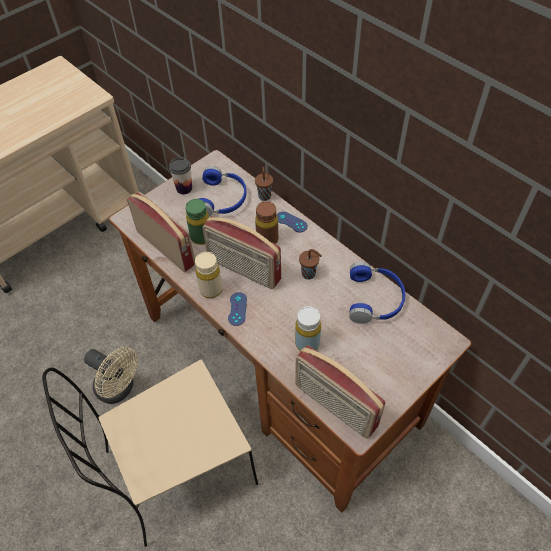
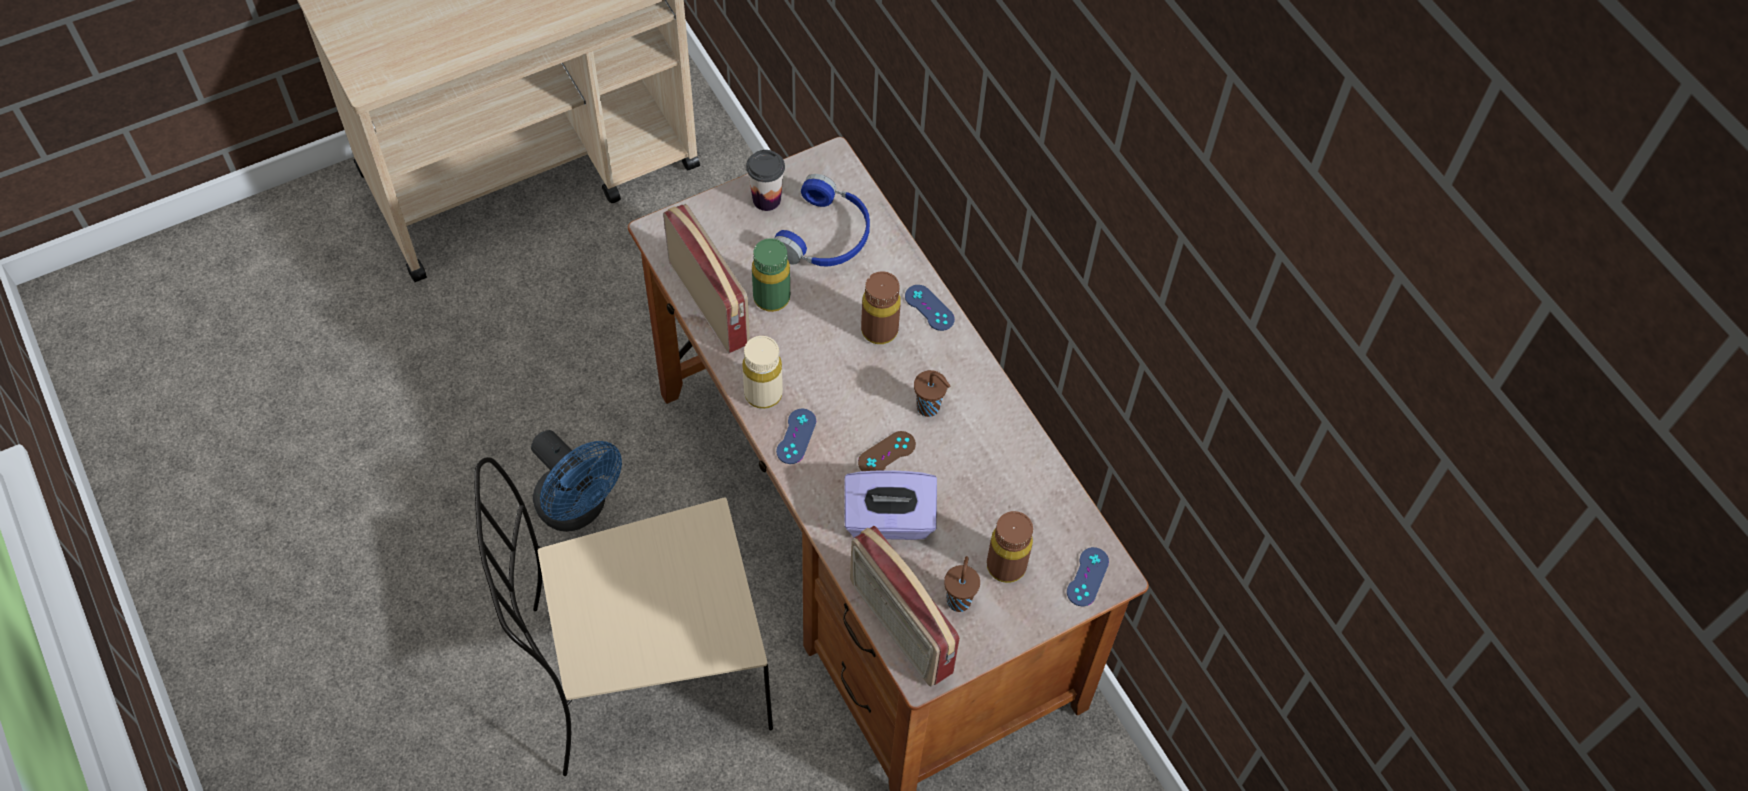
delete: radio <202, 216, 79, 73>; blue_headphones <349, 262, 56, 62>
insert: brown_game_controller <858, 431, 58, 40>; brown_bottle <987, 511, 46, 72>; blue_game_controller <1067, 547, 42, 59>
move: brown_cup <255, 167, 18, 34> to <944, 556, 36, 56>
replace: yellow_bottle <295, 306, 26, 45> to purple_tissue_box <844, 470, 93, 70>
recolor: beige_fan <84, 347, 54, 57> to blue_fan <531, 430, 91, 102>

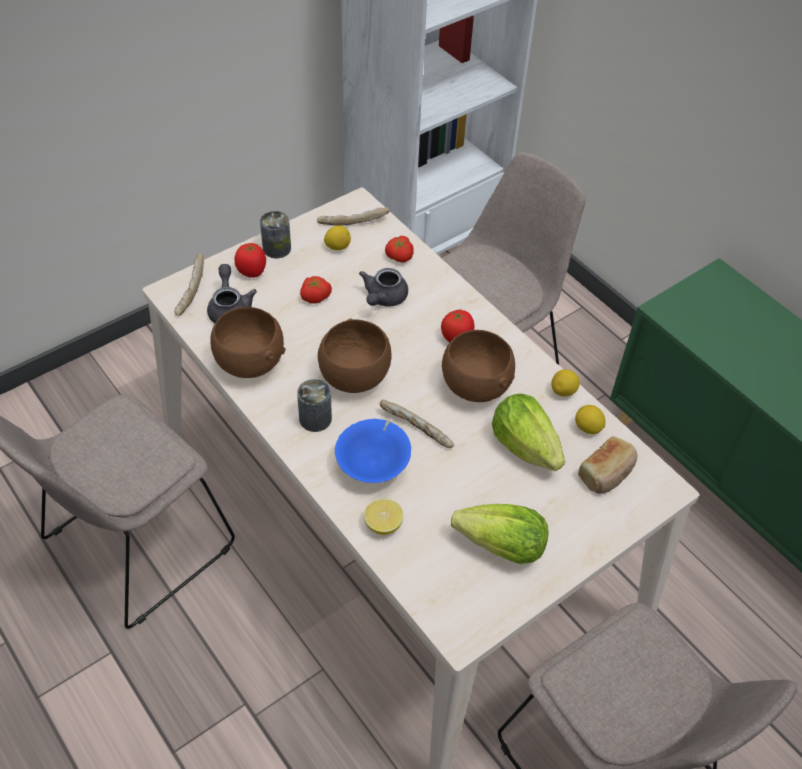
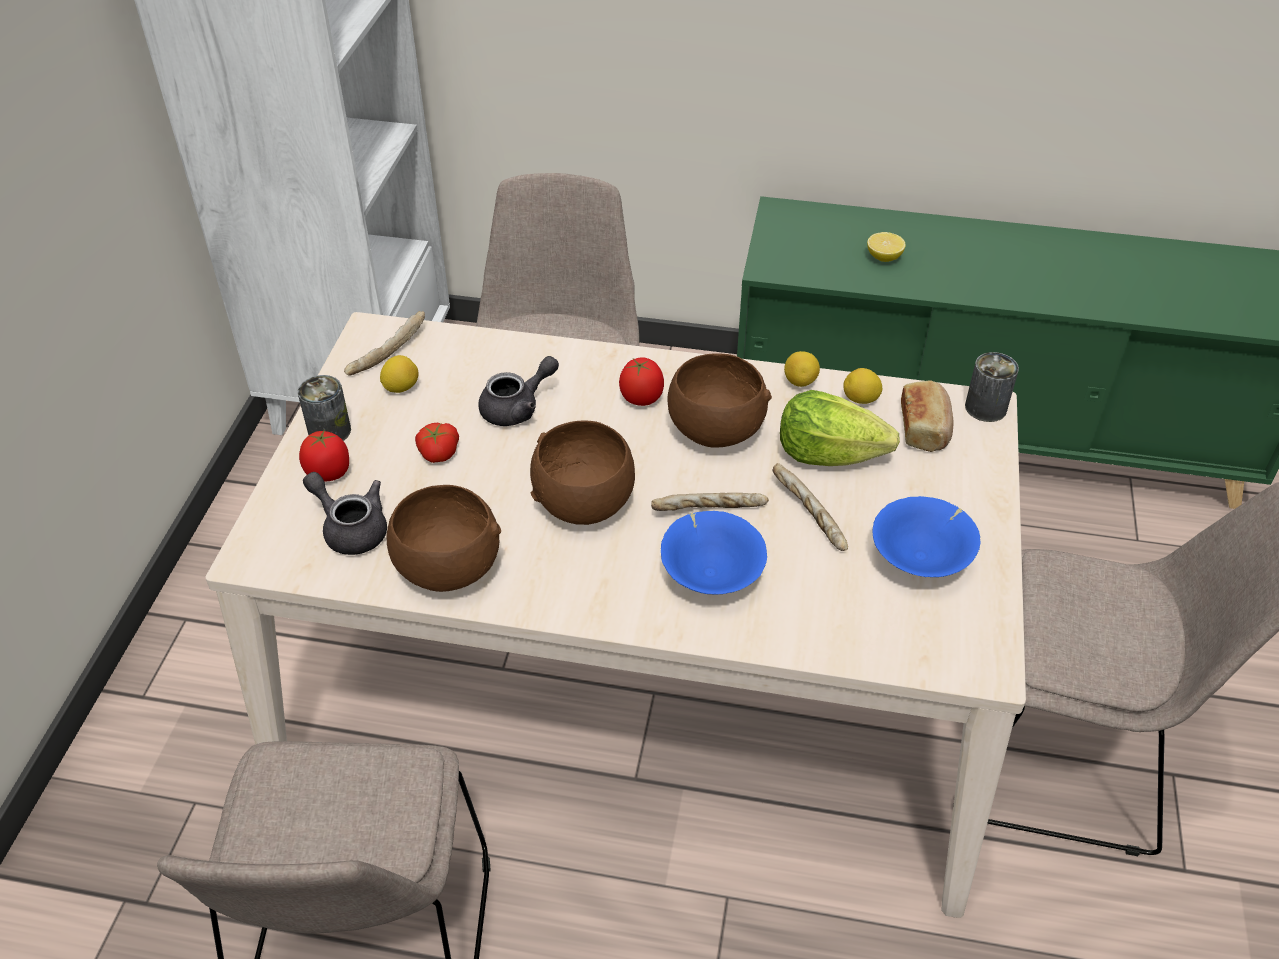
delete: tomato <385, 236, 29, 26>
move: bread <174, 253, 30, 63> to <773, 463, 75, 88>; can <297, 379, 35, 53> to <965, 352, 54, 70>; lemon <364, 499, 39, 36> to <867, 232, 39, 30>
replace: lettuce <451, 504, 98, 60> to blue_bowl <872, 496, 109, 81>
rotate: grey_teapot <359, 268, 49, 39> = <478, 356, 81, 70> 105 degrees counterclockwise

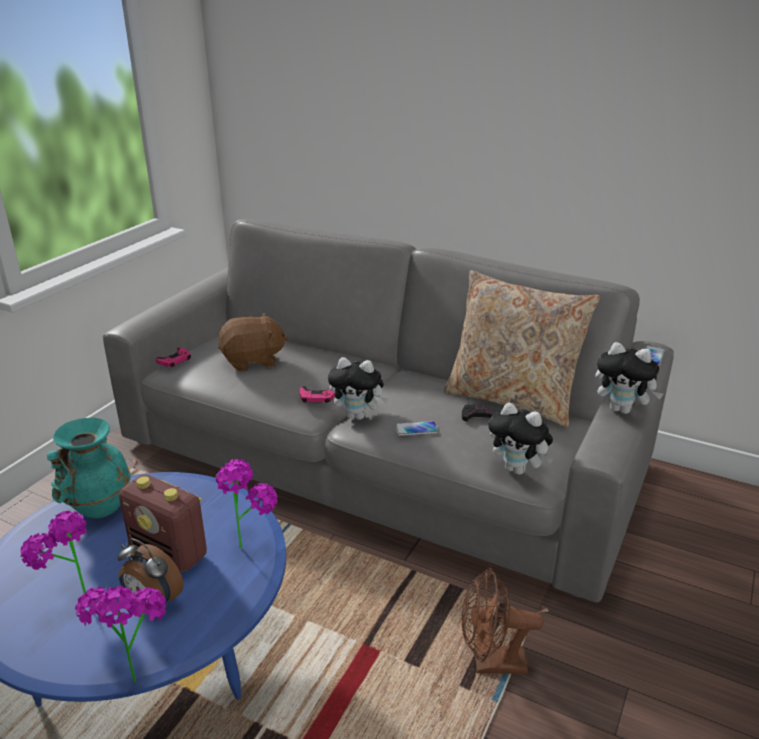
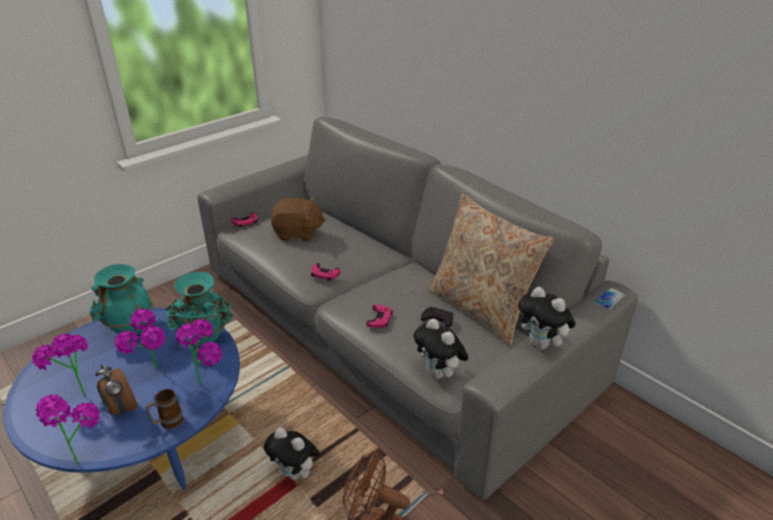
insert: turquoise_vase <166, 272, 68, 73>; mug <146, 389, 37, 40>
move: plush_toy <328, 357, 61, 63> to <264, 428, 56, 52>
replace: phone <395, 421, 43, 14> to pink_game_controller <366, 305, 27, 23>; radio <119, 474, 88, 98> to potted_plant <115, 308, 50, 61>

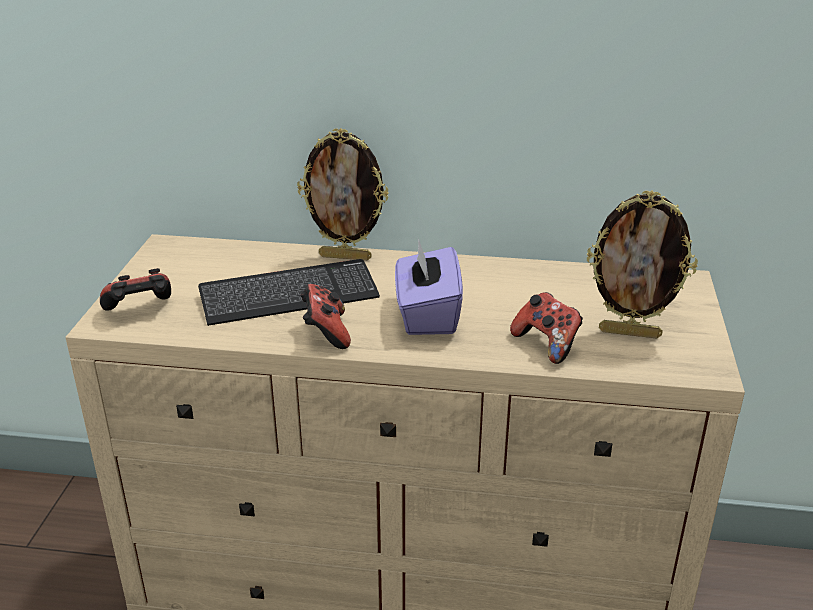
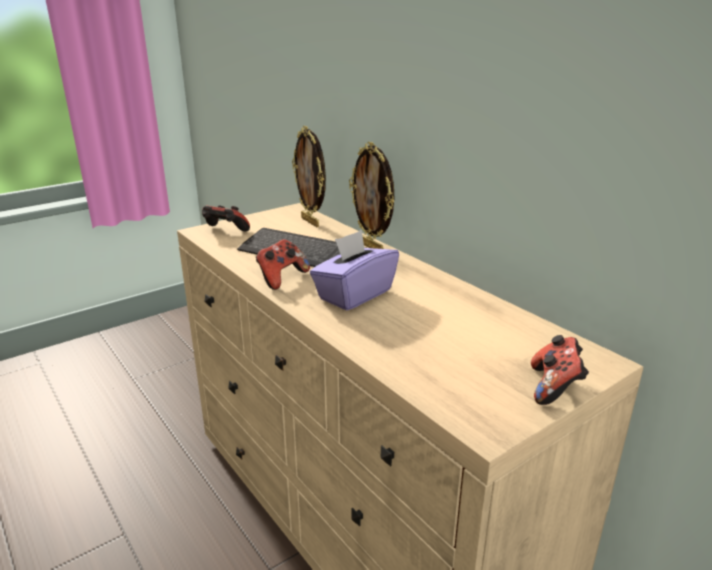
move: picture_frame <587, 190, 111, 149> to <292, 126, 34, 101>; game_controller <510, 292, 73, 72> to <531, 335, 58, 70>

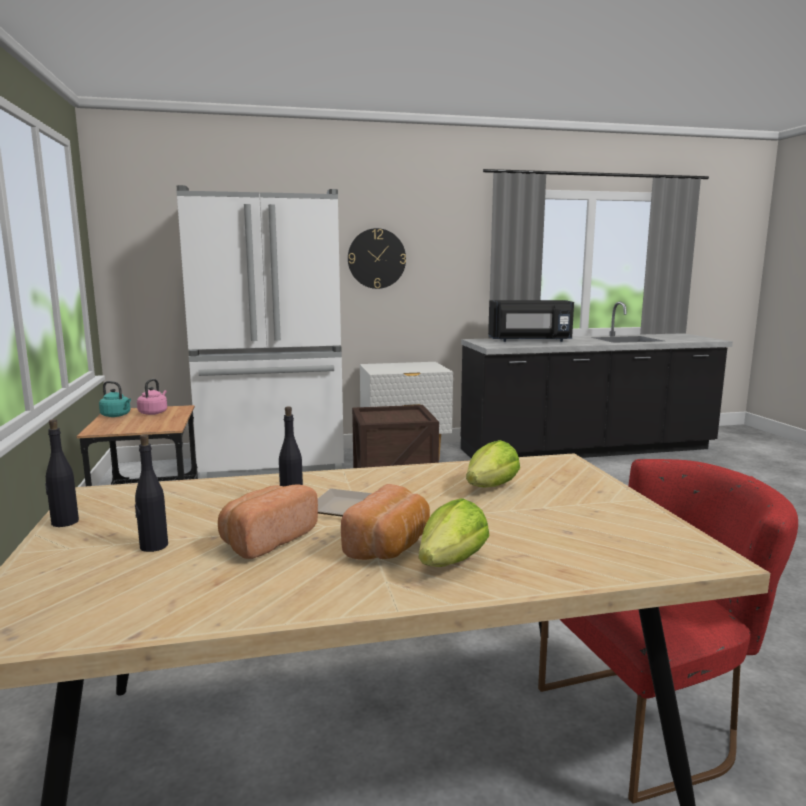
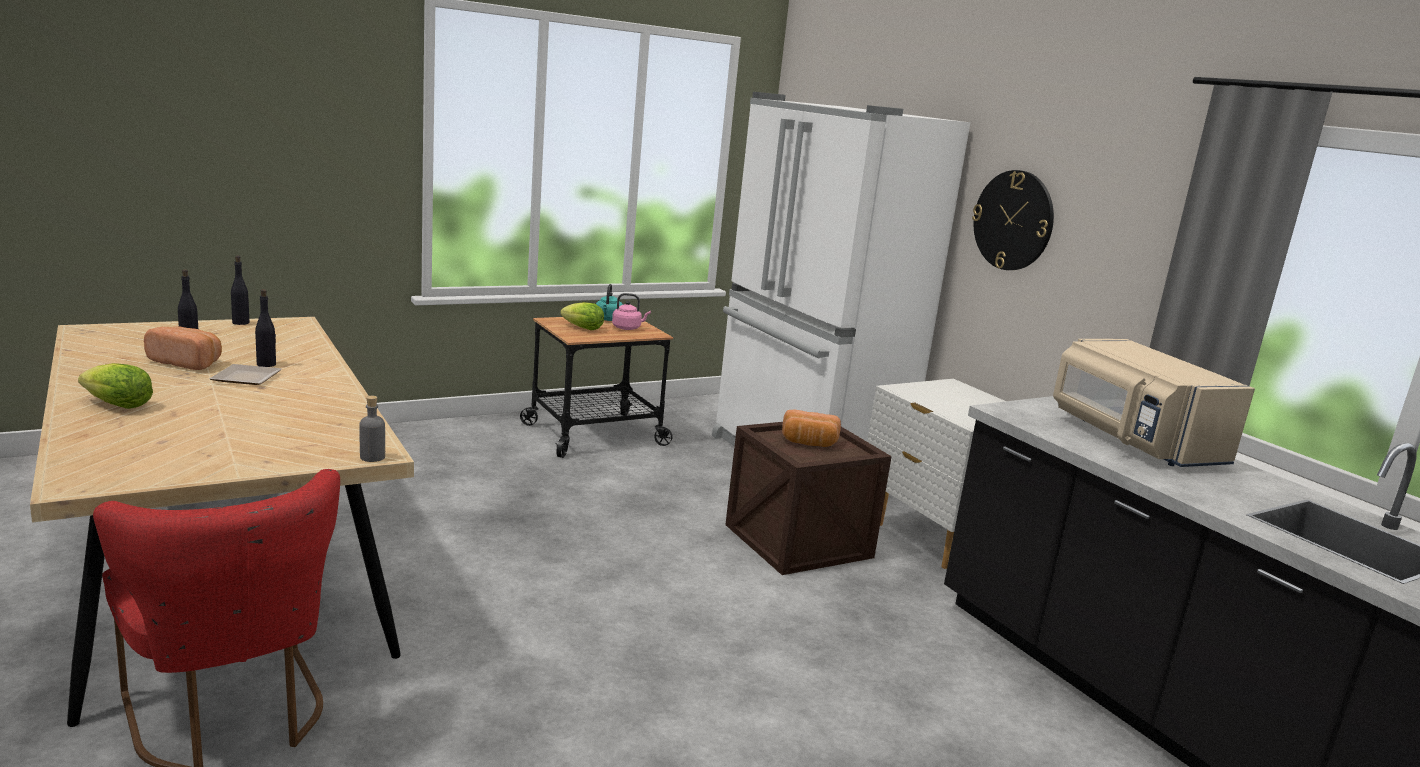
insert: grey_bottle <359, 396, 26, 66>
move: lettuce <466, 440, 54, 47> to <560, 302, 44, 28>; bread <341, 484, 89, 76> to <782, 410, 59, 37>
recolor: black_microwave <488, 300, 86, 42> to beige_microwave <1053, 339, 202, 128>

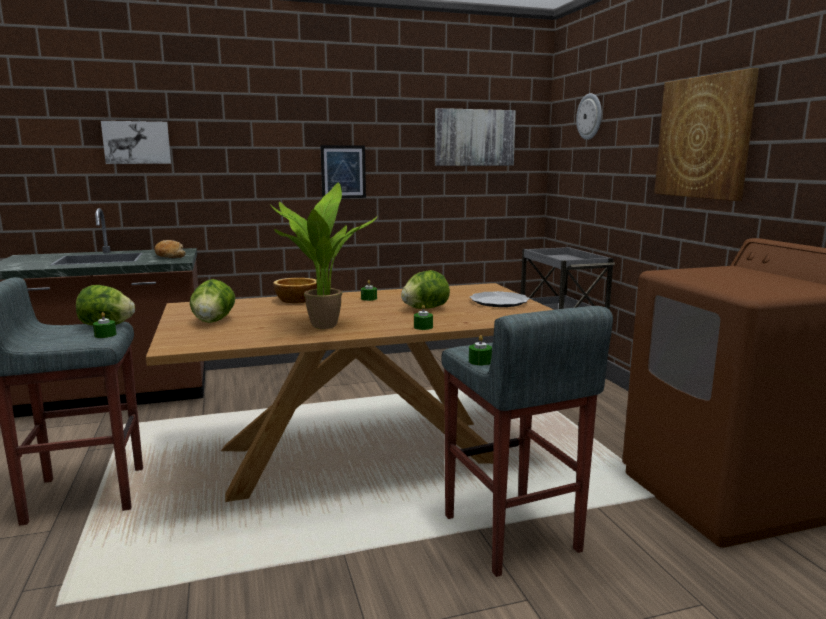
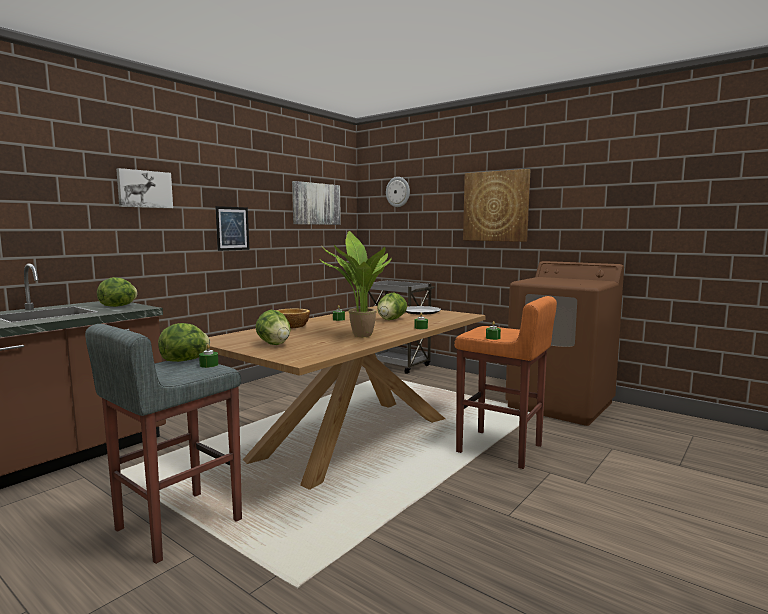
move: picture <101, 121, 70, 43> to <116, 168, 57, 40>
replace: bread <154, 240, 32, 18> to lettuce <97, 277, 41, 30>
recolor: grey_stool <441, 306, 172, 271> to orange_stool <454, 296, 103, 173>

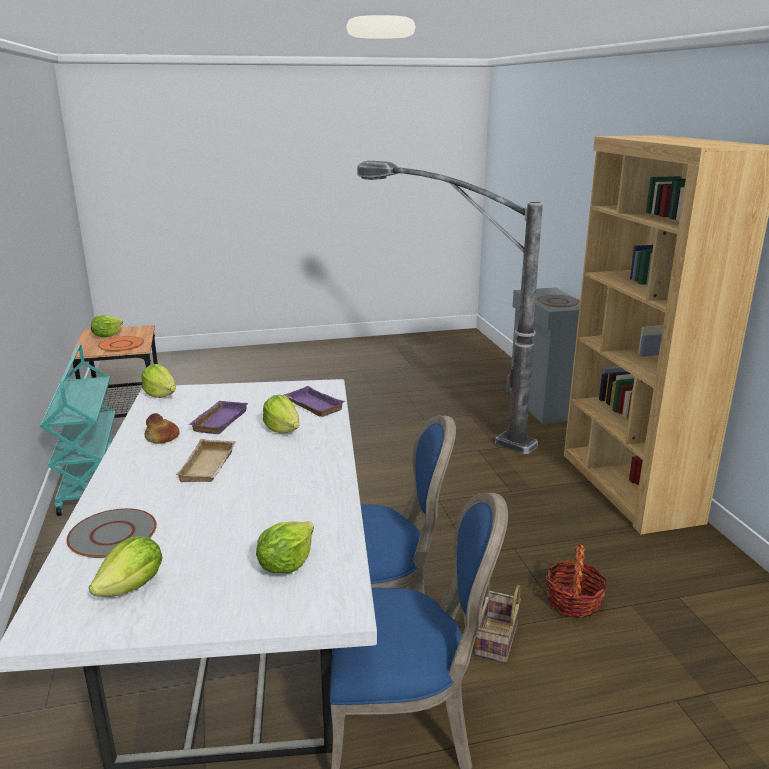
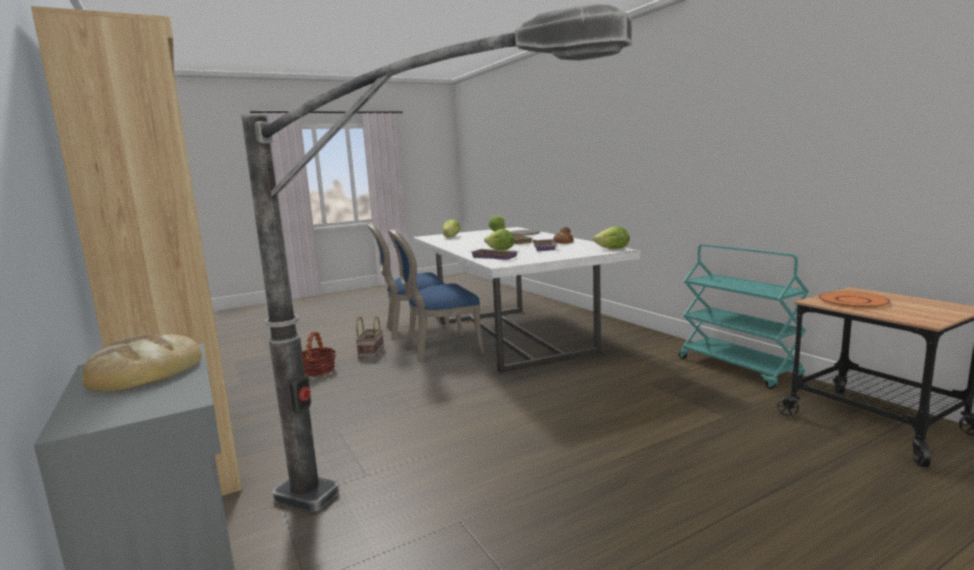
delete: lettuce <91, 315, 32, 22>
replace: grey_plate <537, 295, 43, 13> to bread <82, 334, 120, 58>

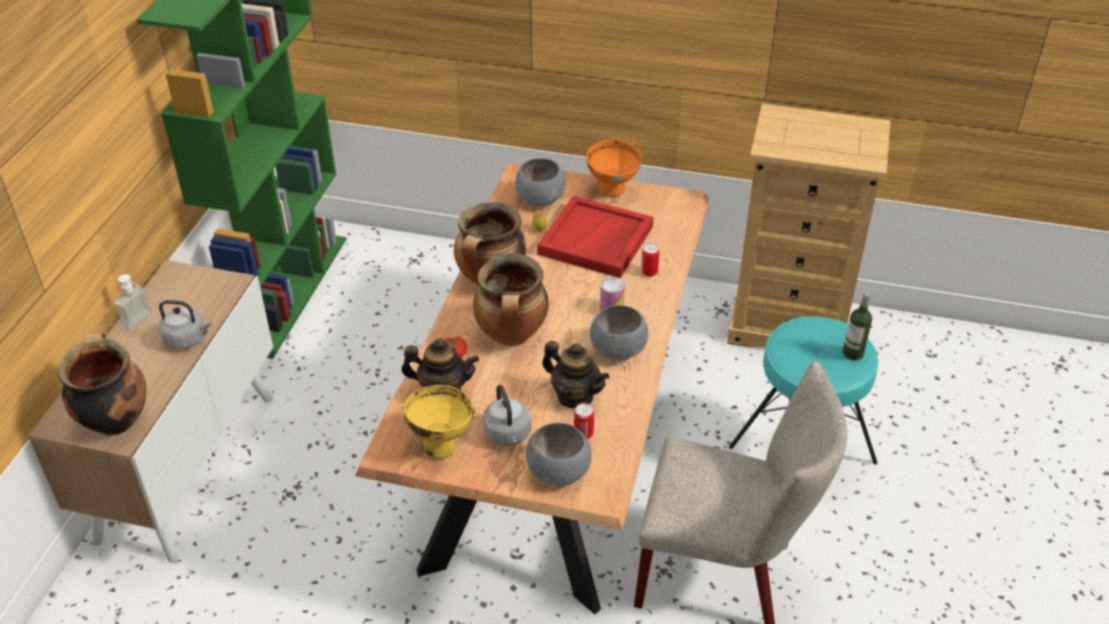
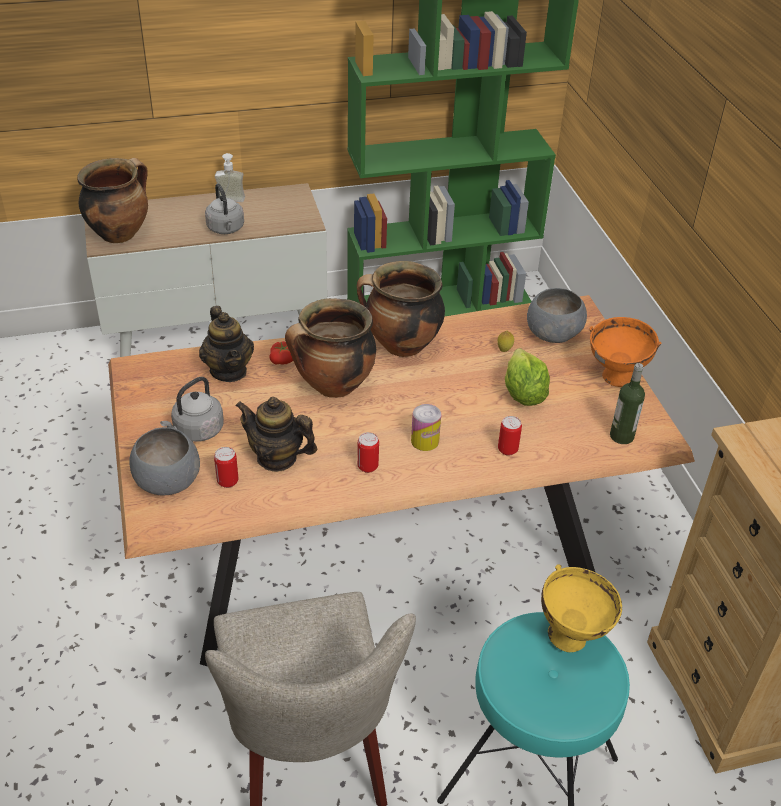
move: bottle <843, 292, 29, 68> to <610, 363, 35, 81>; yellow_bowl <401, 385, 75, 74> to <541, 564, 81, 88>
replace: red_tray <537, 196, 117, 82> to lettuce <505, 348, 45, 58>; grey_bowl <590, 305, 58, 55> to can <357, 432, 22, 41>
rotate: teapot <542, 341, 67, 67> = <235, 397, 82, 75> 105 degrees clockwise

